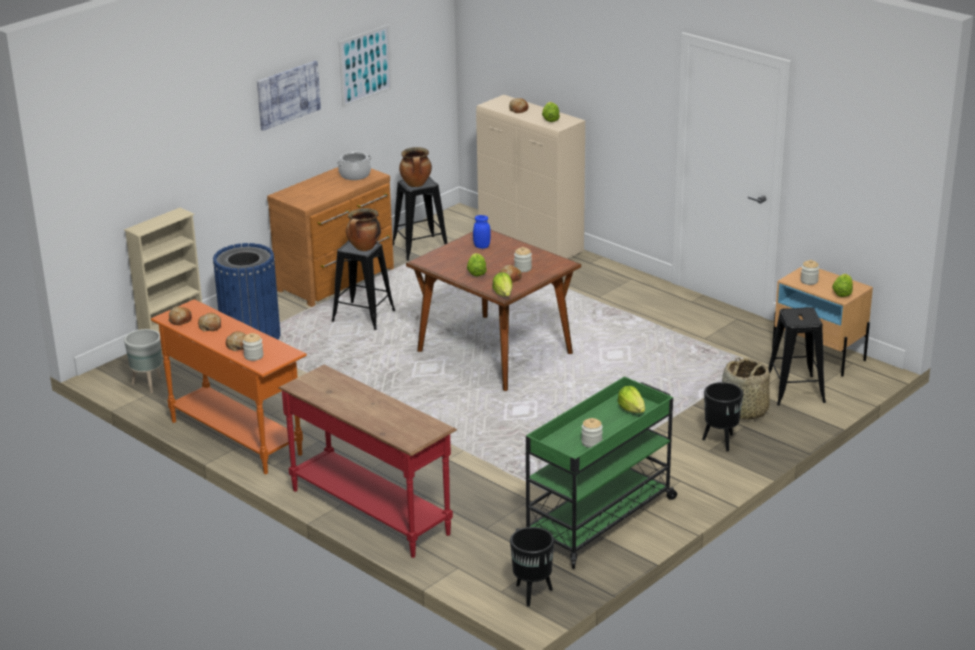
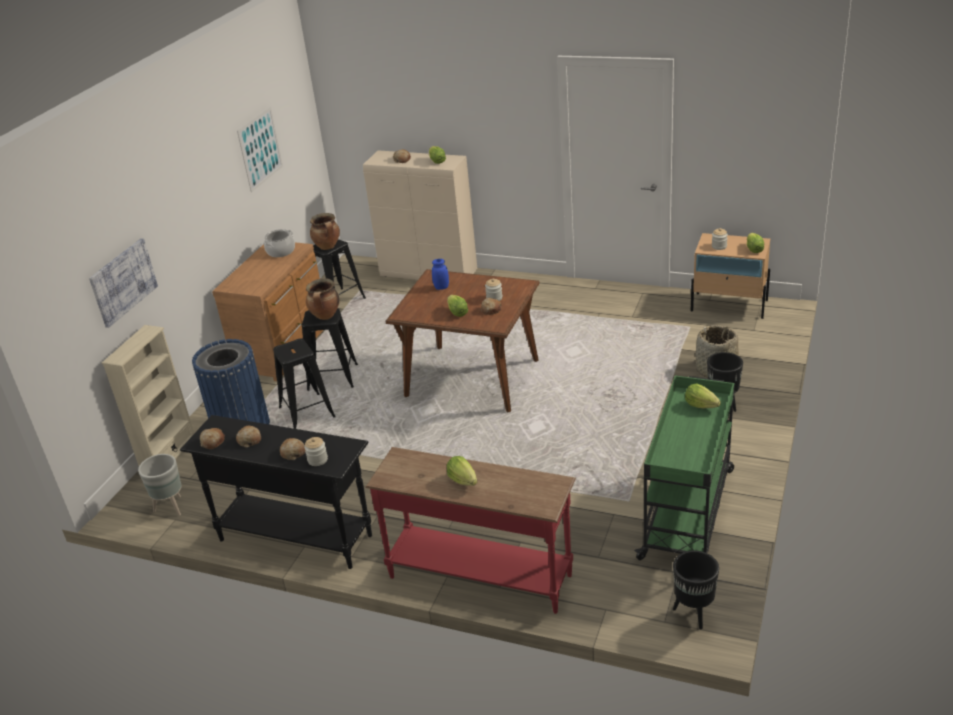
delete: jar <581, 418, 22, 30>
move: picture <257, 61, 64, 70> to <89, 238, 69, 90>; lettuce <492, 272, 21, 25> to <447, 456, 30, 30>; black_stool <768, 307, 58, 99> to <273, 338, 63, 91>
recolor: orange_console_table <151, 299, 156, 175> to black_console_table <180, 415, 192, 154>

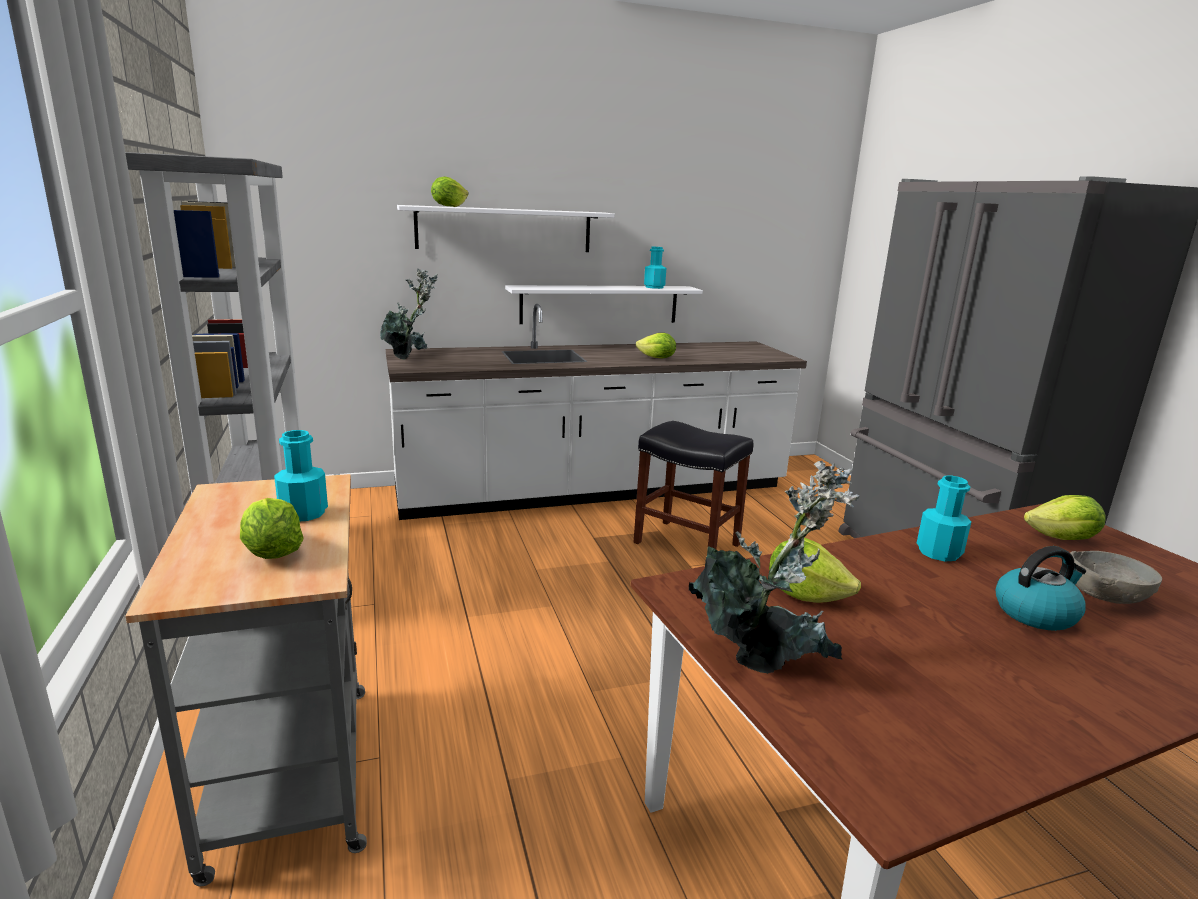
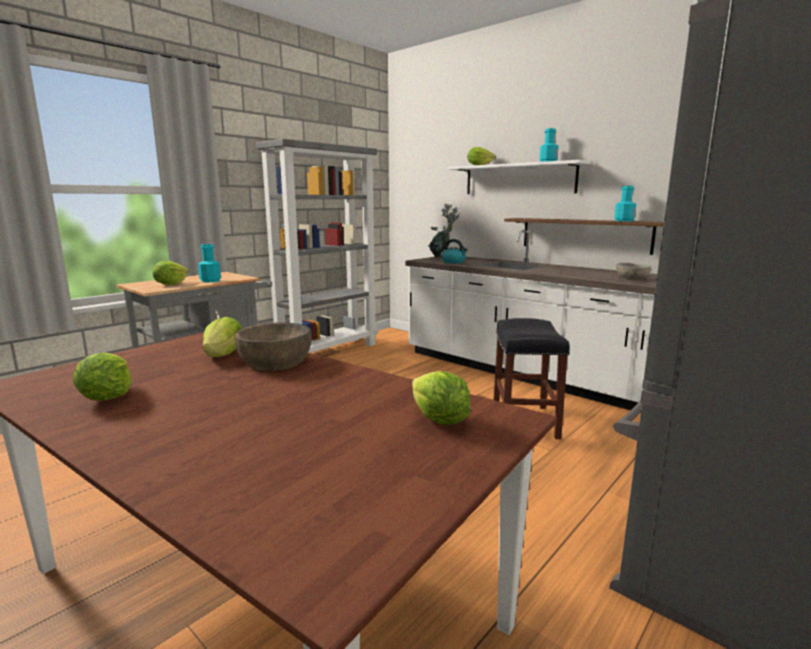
delete: potted_plant <689, 461, 170, 213>
insert: brown_bowl <235, 323, 77, 48>
move: lettuce <636, 333, 40, 25> to <73, 352, 59, 49>; turquoise_bottle <917, 475, 54, 87> to <540, 128, 18, 34>; kettle <996, 546, 90, 85> to <442, 239, 26, 24>; grey_bowl <1071, 551, 91, 53> to <616, 263, 35, 17>
recolor: white_shelf <505, 285, 198, 39> to brown_shelf <504, 218, 160, 37>

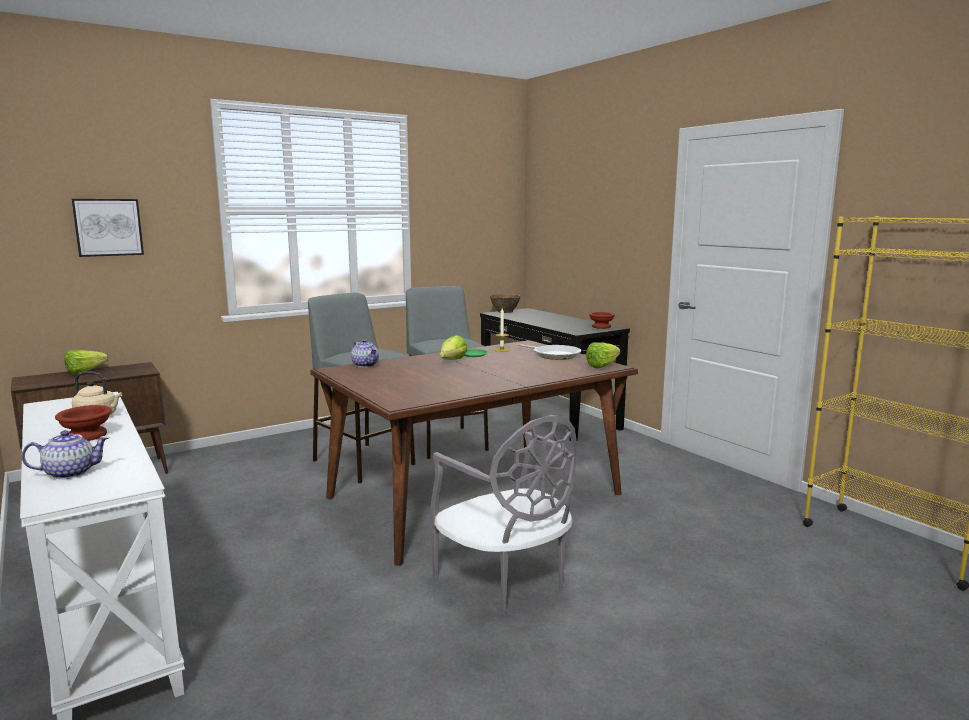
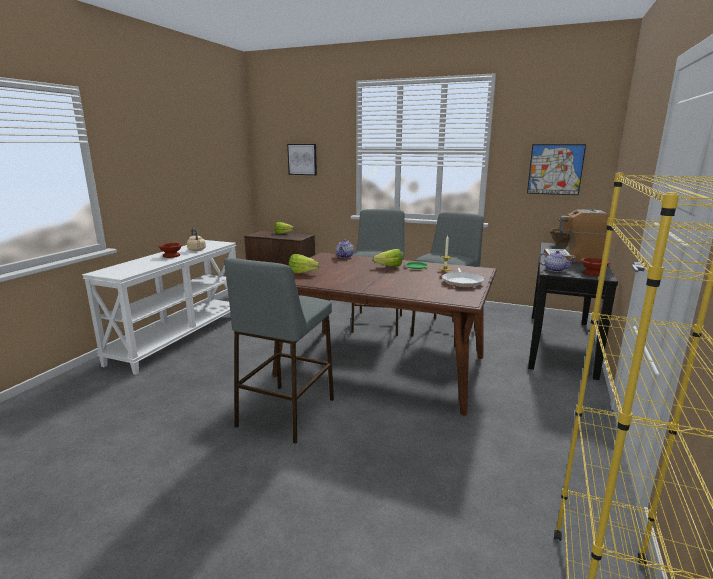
insert: picture <527, 144, 59, 51>; coffee_machine <544, 209, 71, 54>
move: lettuce <586, 342, 34, 26> to <289, 254, 31, 19>; teapot <21, 430, 88, 49> to <538, 251, 37, 21>
replace: grey_chair <430, 415, 147, 200> to grey_stool <224, 258, 110, 186>

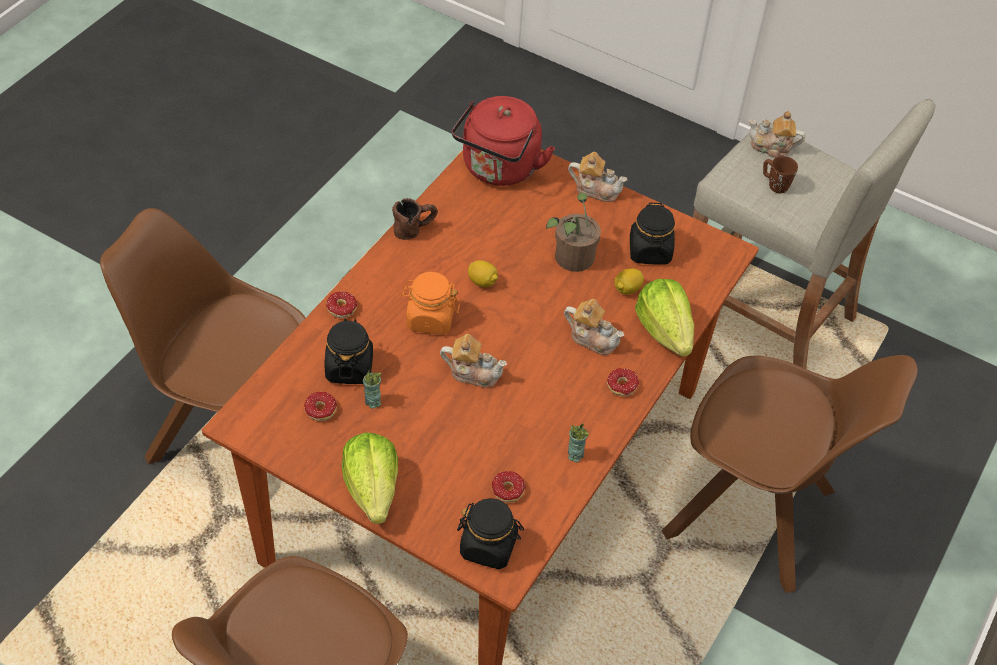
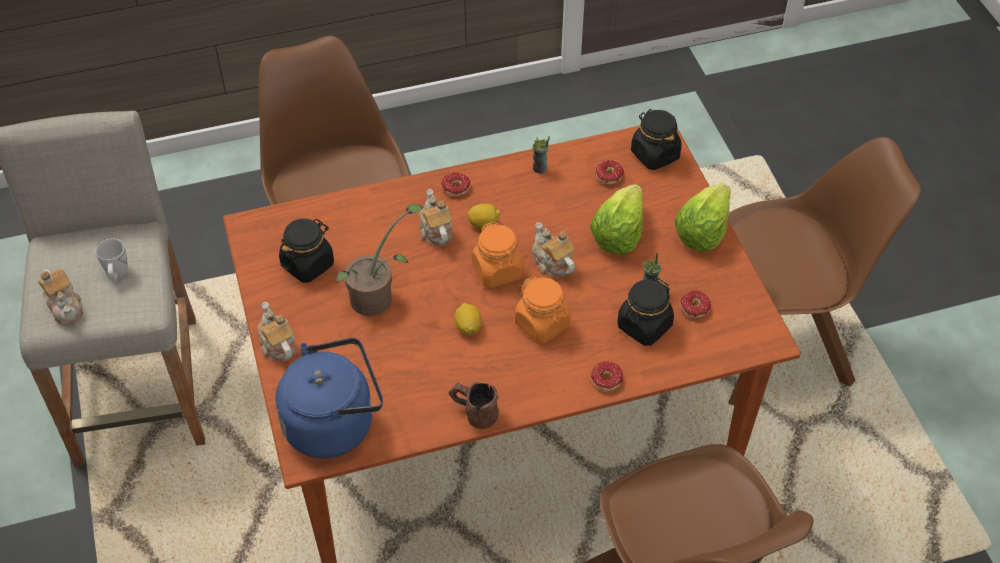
insert: orange_jar <472, 222, 51, 66>
move: lemon <615, 268, 29, 26> to <467, 203, 34, 26>; lettuce <635, 279, 59, 77> to <590, 184, 53, 71>
recolor: red_kettle <452, 96, 103, 90> to blue_kettle <275, 338, 108, 120>; brown_mug <763, 156, 35, 37> to white_mug <96, 238, 32, 44>

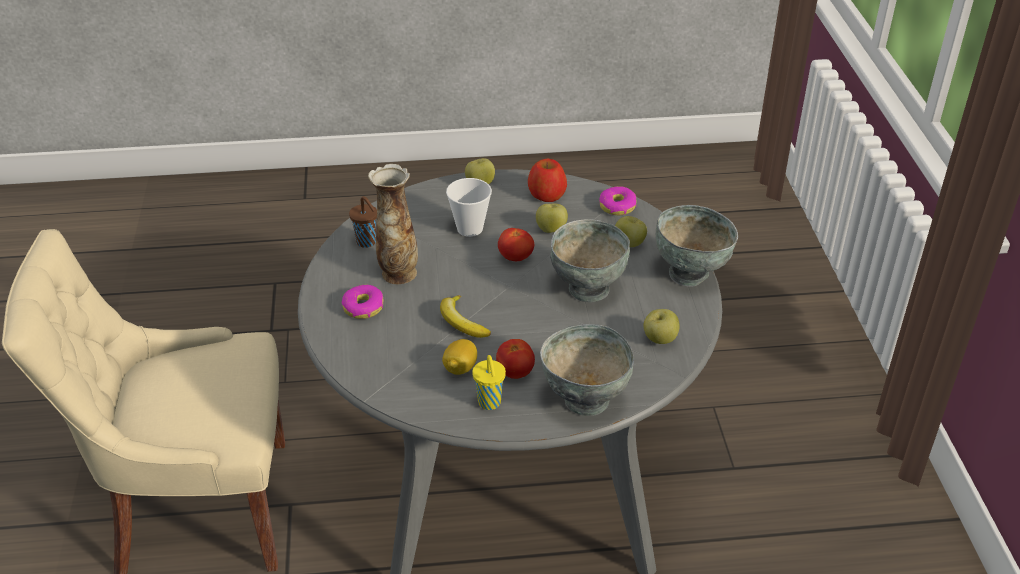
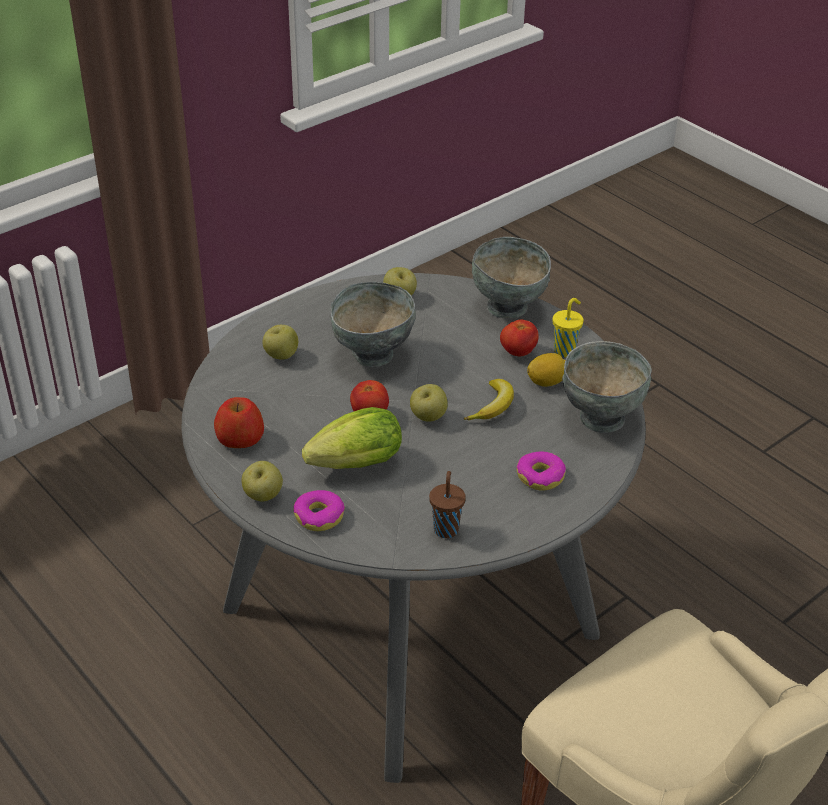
delete: vase <368, 164, 50, 120>
move: donut <599, 186, 38, 29> to <294, 490, 51, 41>; apple <536, 204, 32, 29> to <410, 384, 38, 38>; grey_bowl <656, 205, 82, 82> to <562, 341, 90, 92>
replace: cup <446, 178, 46, 59> to lettuce <302, 407, 100, 62>

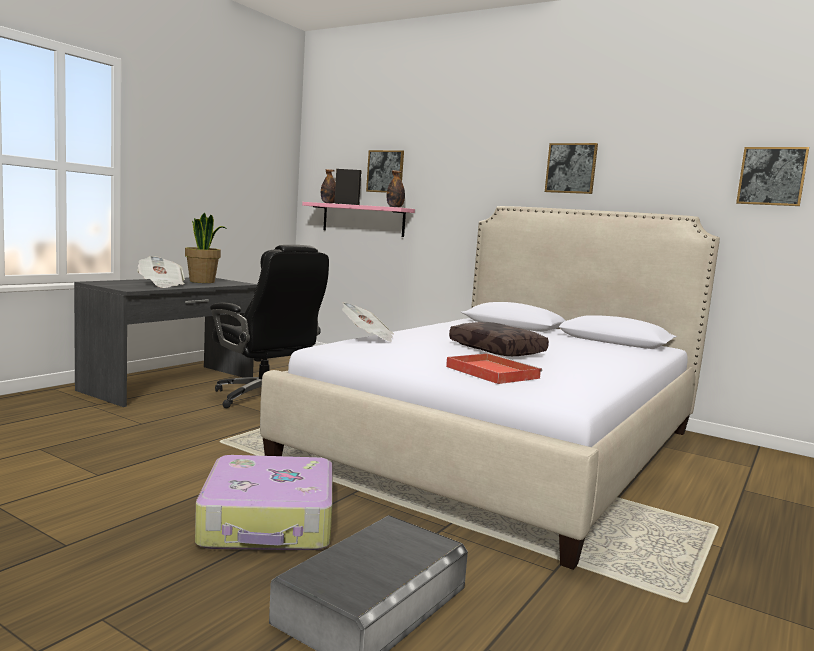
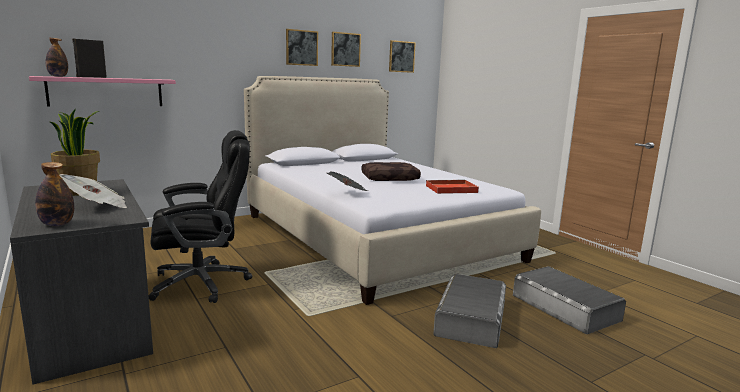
move: picture <366, 150, 38, 43> to <331, 32, 30, 35>; bottle <386, 170, 19, 37> to <35, 162, 39, 64>
replace: suitcase <195, 455, 138, 95> to grey_storage_box <433, 274, 73, 74>

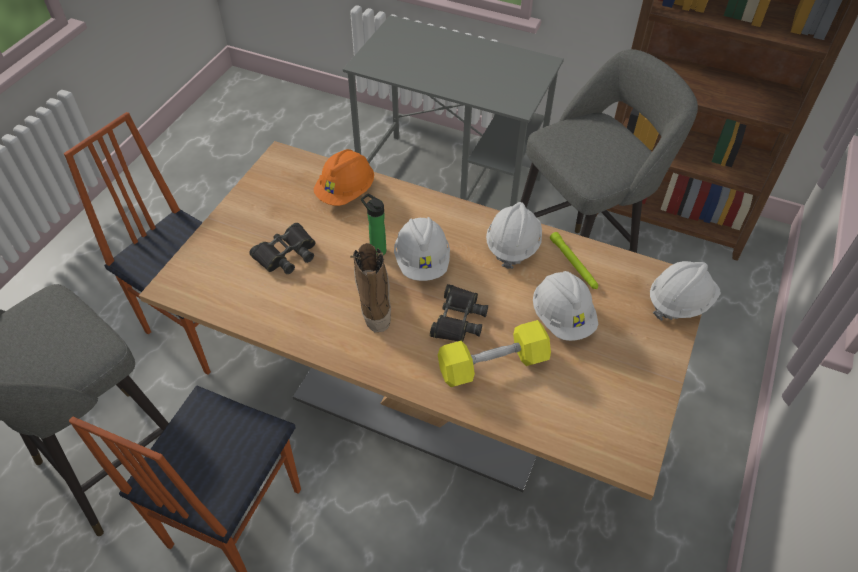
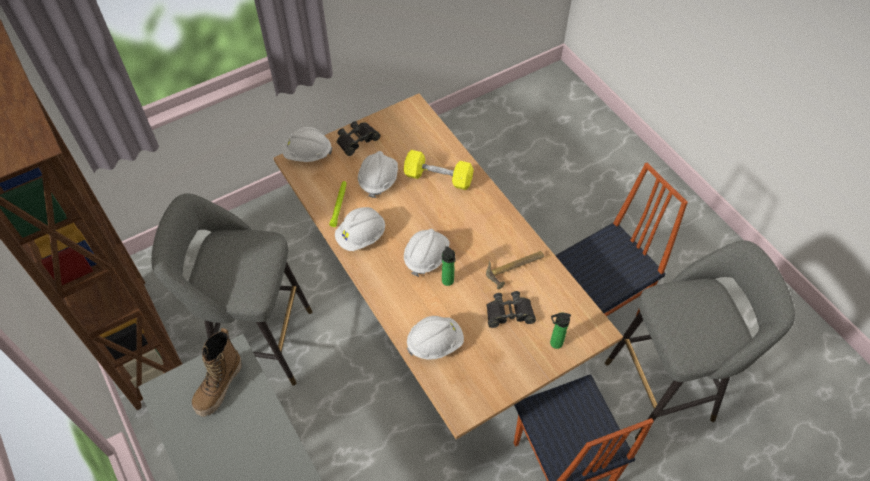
insert: hammer <486, 251, 58, 38>; bottle <550, 312, 21, 37>
move: boot <350, 243, 41, 89> to <192, 328, 50, 89>; black_binoculars <430, 284, 58, 58> to <337, 121, 44, 35>
recolor: orange_hard_hat <314, 149, 60, 57> to white_hard_hat <407, 316, 57, 44>

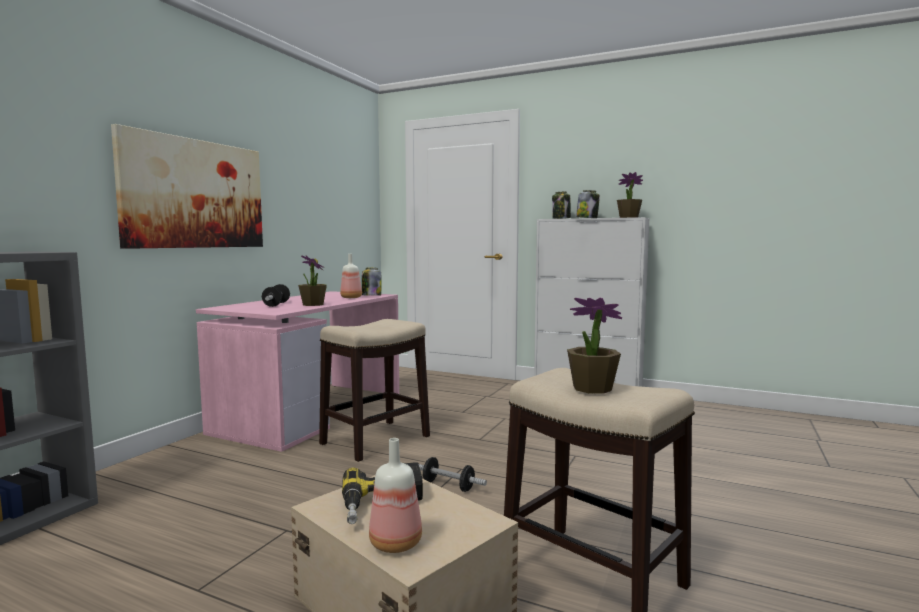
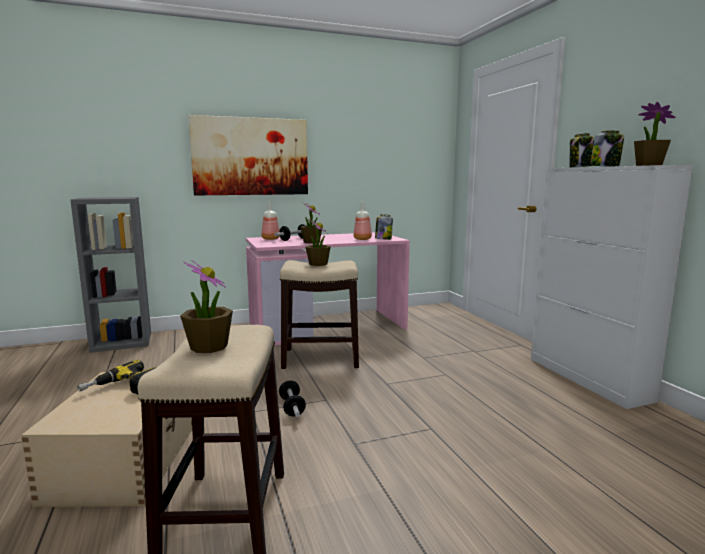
insert: potted_plant <306, 219, 25, 47>
move: bottle <369, 438, 53, 115> to <261, 202, 19, 38>

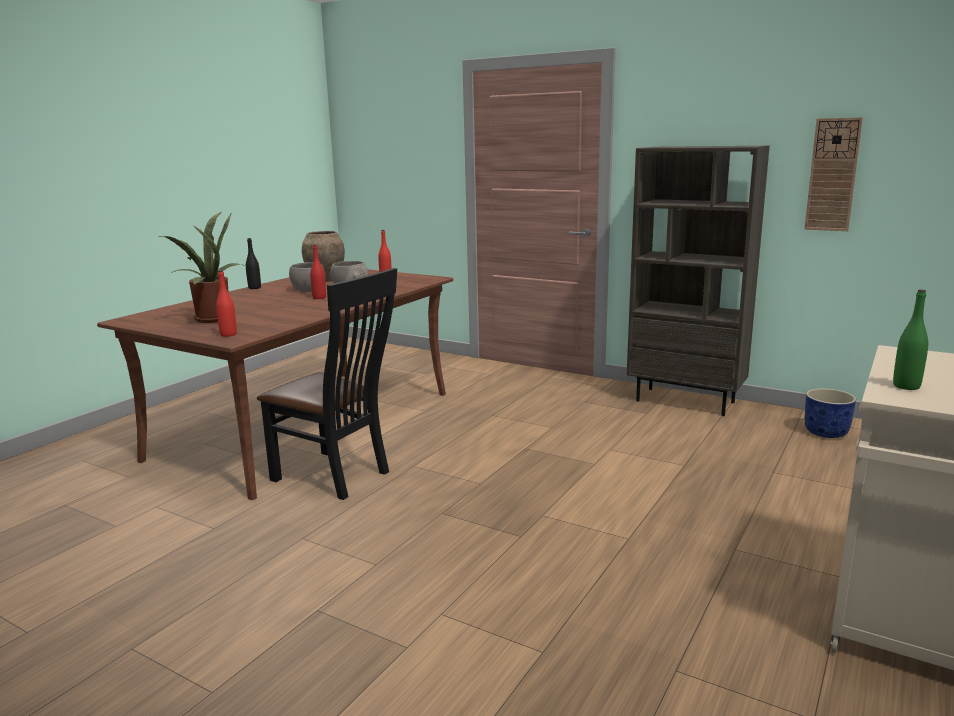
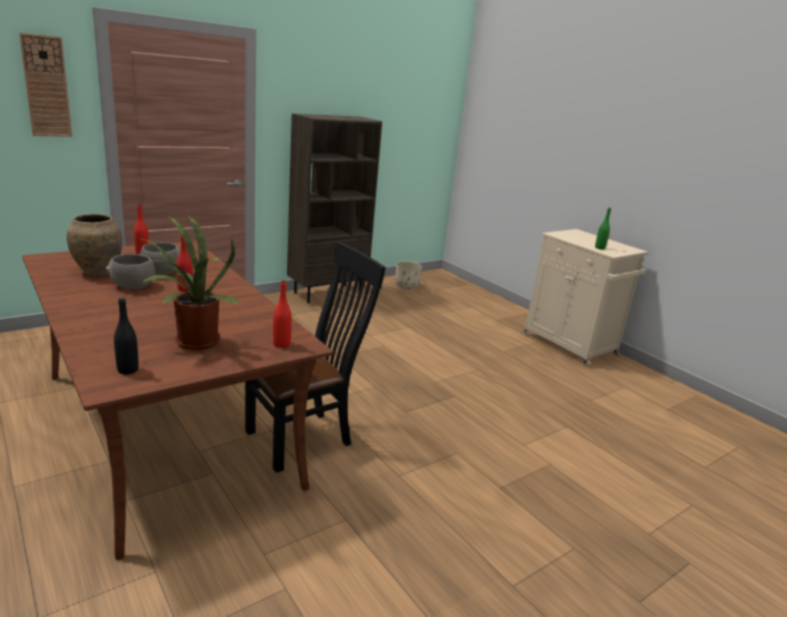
move: wall_clock <805, 117, 58, 114> to <19, 33, 53, 104>; black_bottle <246, 238, 15, 51> to <114, 297, 25, 78>
recolor: blue_planter <805, 388, 51, 50> to beige_planter <395, 261, 27, 28>

